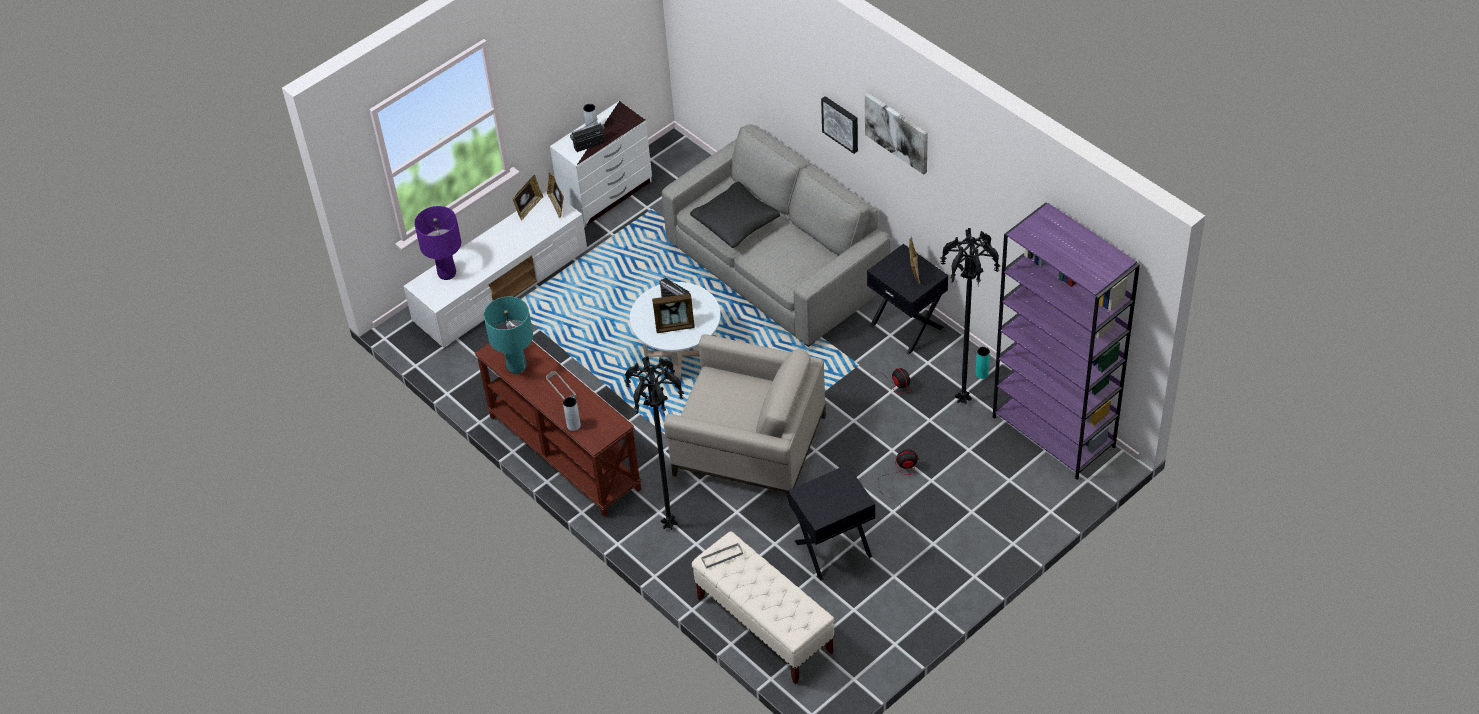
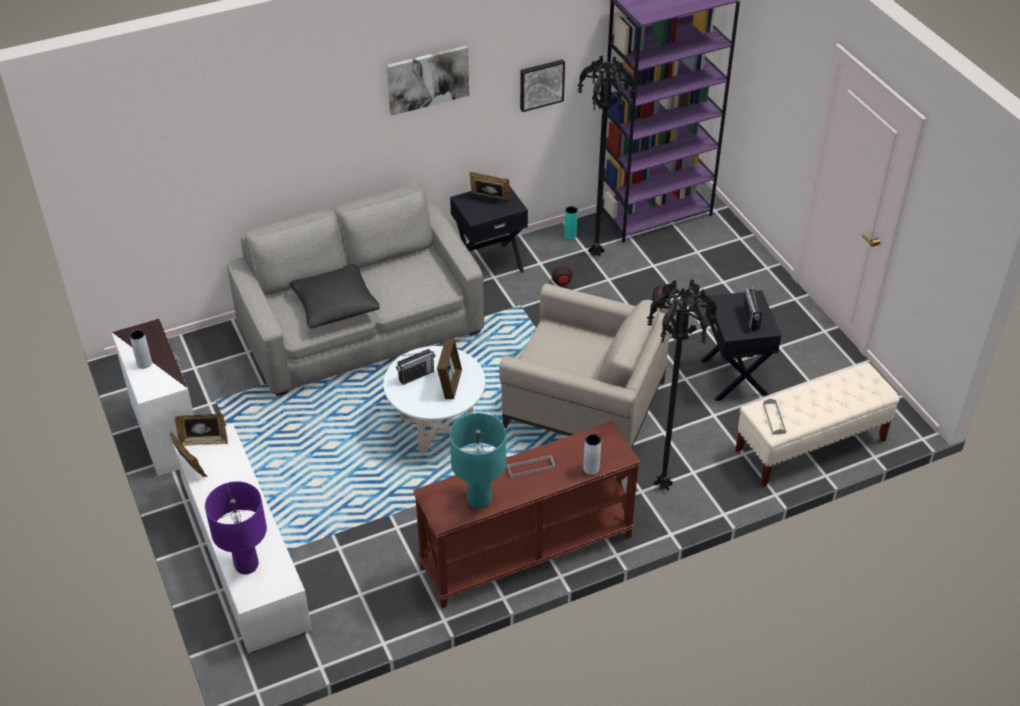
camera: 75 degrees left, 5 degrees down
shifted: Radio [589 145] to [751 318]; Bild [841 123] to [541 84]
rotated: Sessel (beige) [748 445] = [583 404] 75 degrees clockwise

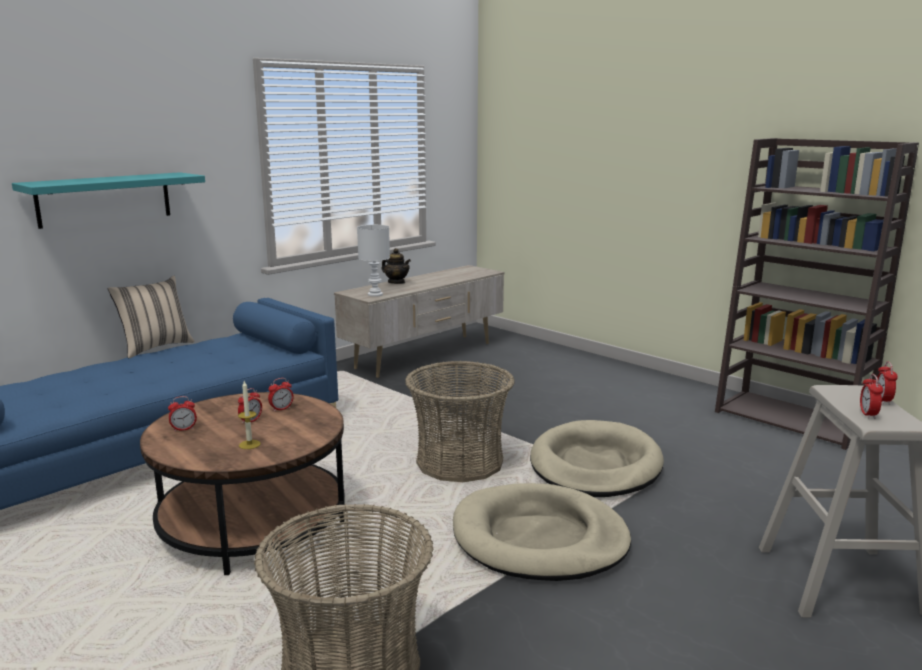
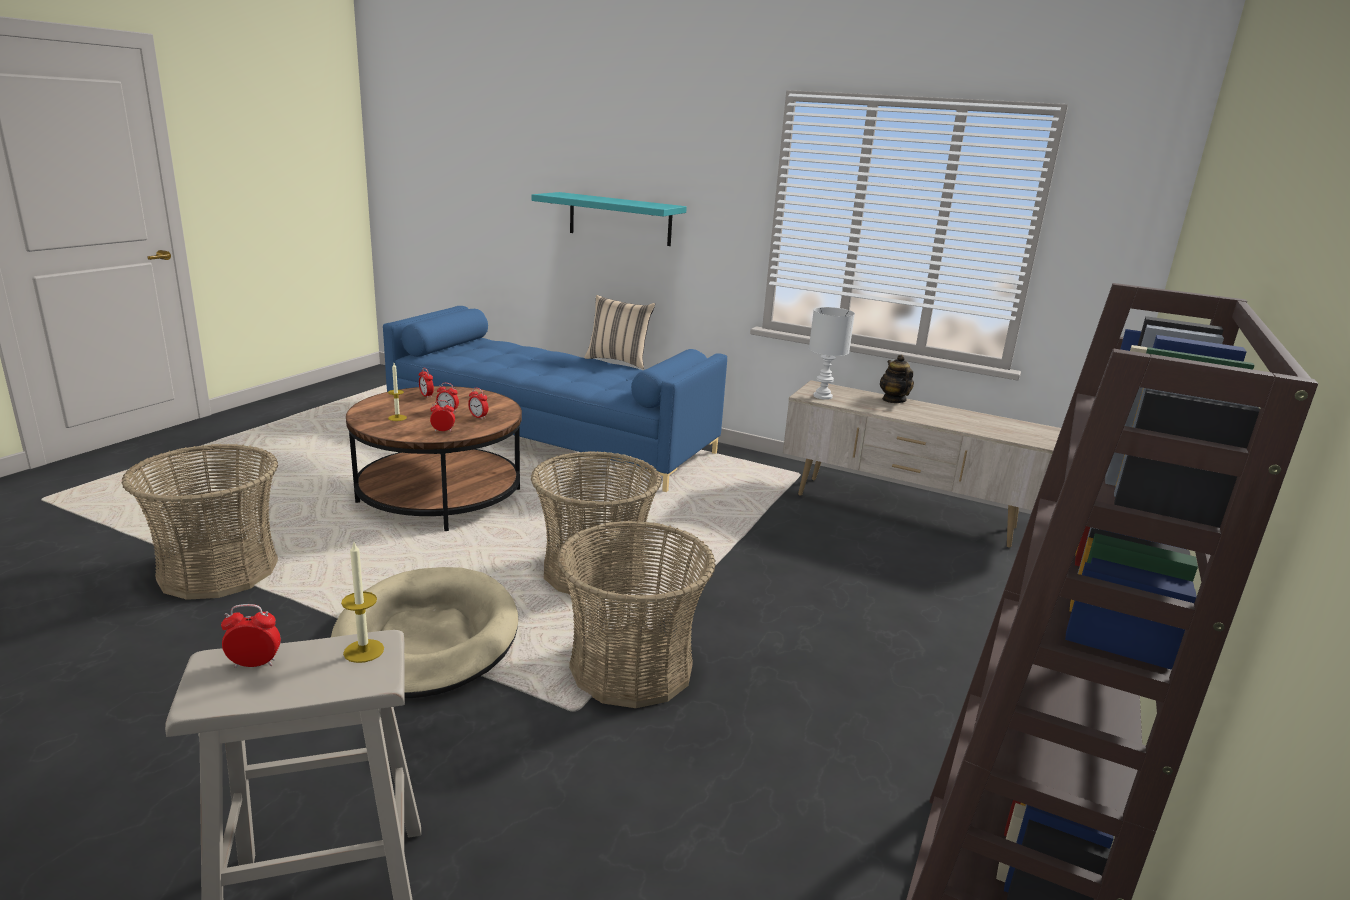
camera: 70 degrees right, 5 degrees up
new: Kerze [363 651]
shifted: Wecker [883 400] to [443 430]
swapped: Hundebett (beige) [595 465] to Korb [630 667]
rotated: Teekanne [396 282] = [893 400] 150 degrees clockwise

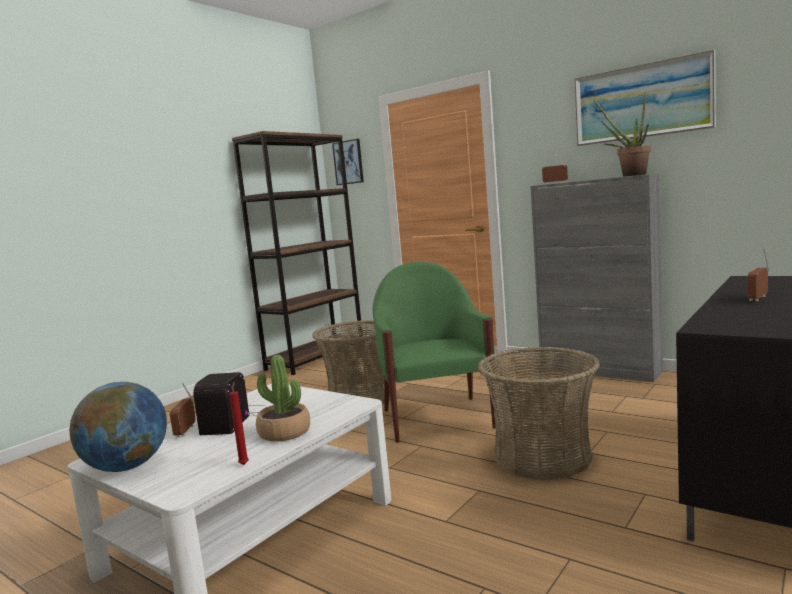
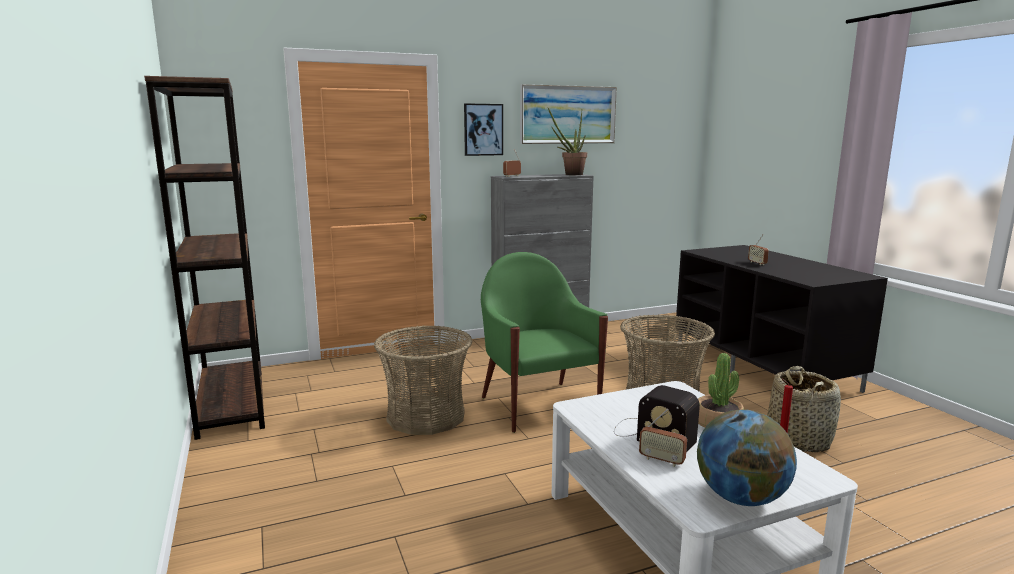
camera: 60 degrees left, 5 degrees up
new: Korb [798 439]
shifted: Bild [348 162] to [483 129]
rotated: Sessel (grün) [437 418] = [538 405] 45 degrees clockwise

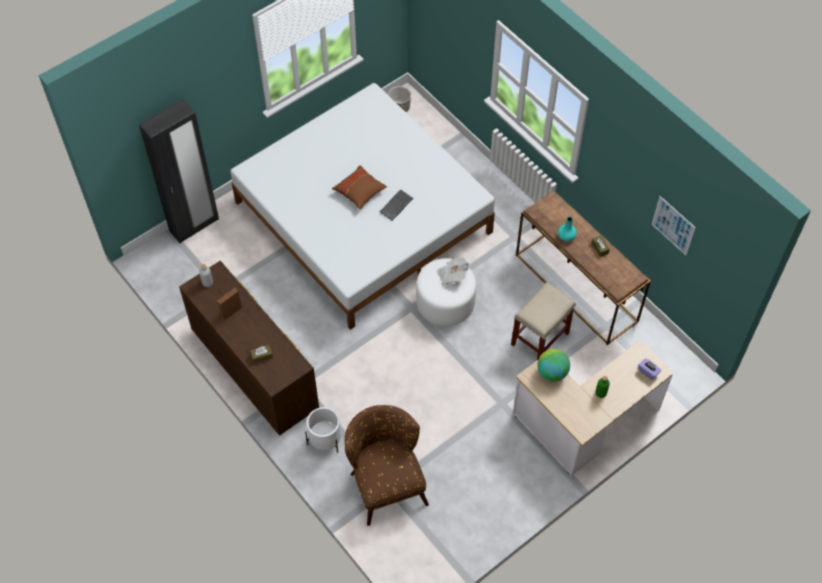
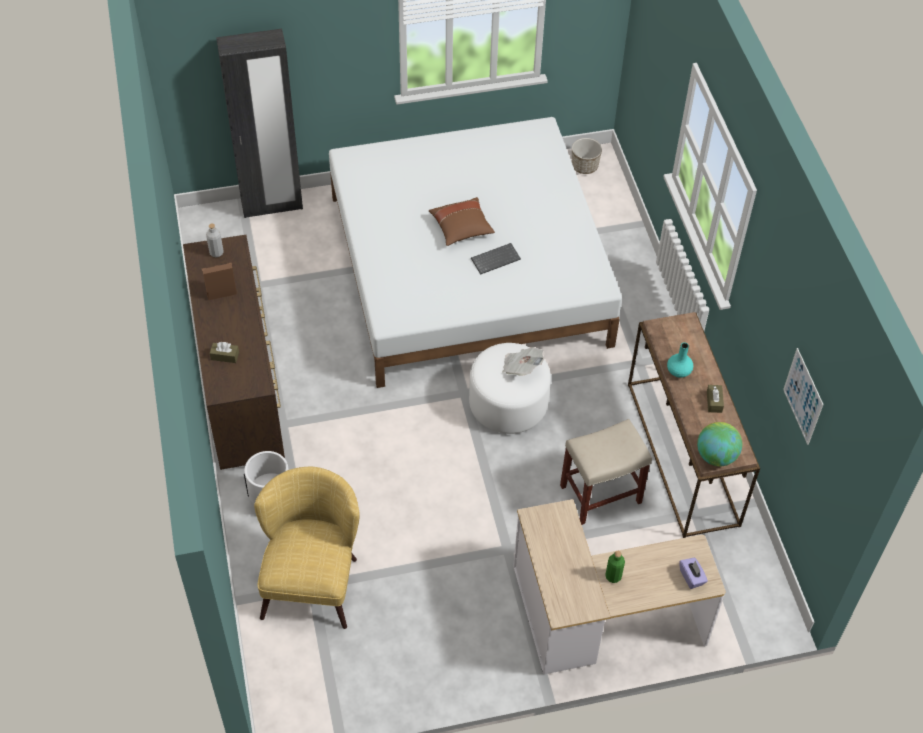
camera: 25 degrees right, 5 degrees down
shifted: Globus [552 372] to [716 456]
repainted: Sessel (braun) [386 481] to Sessel (gelb) [313 578]

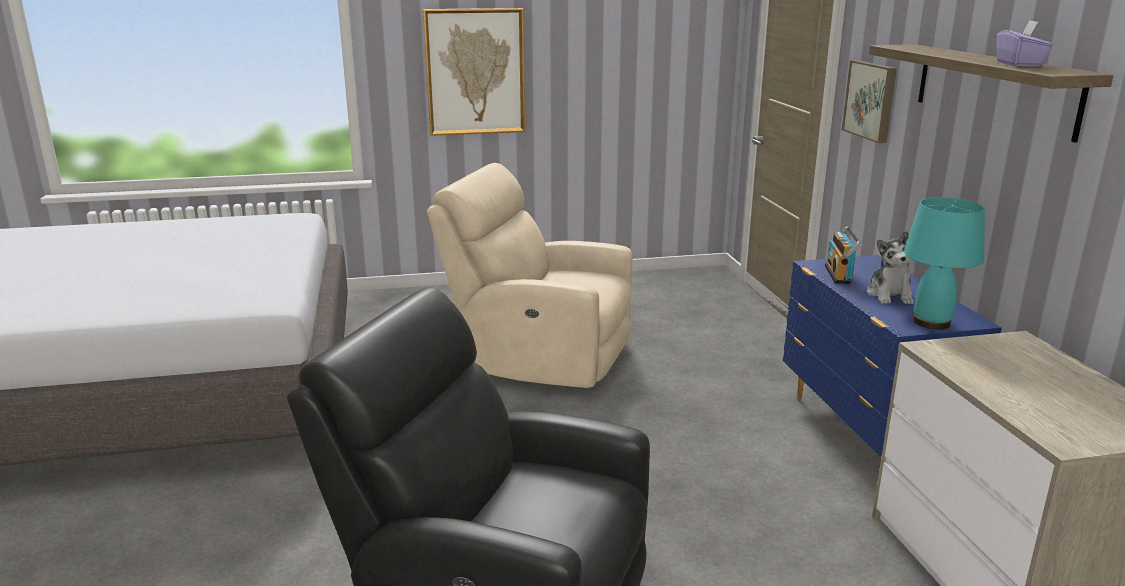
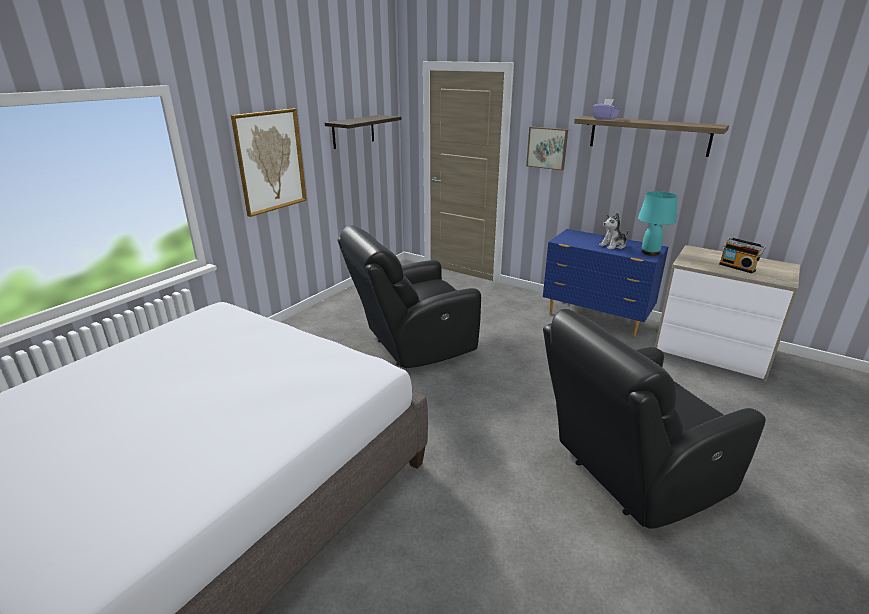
camera: 45 degrees left, 5 degrees up
new: Wandregal [353 131]
shifted: Radio [840 275] to [737 267]; Taschentuchbox (lila) [1019 64] to [605 118]
repainted: Sessel (beige) [540 357] to Sessel (schwarz) [412 346]
rotated: Plüschtier [889 295] = [613 245] 105 degrees clockwise

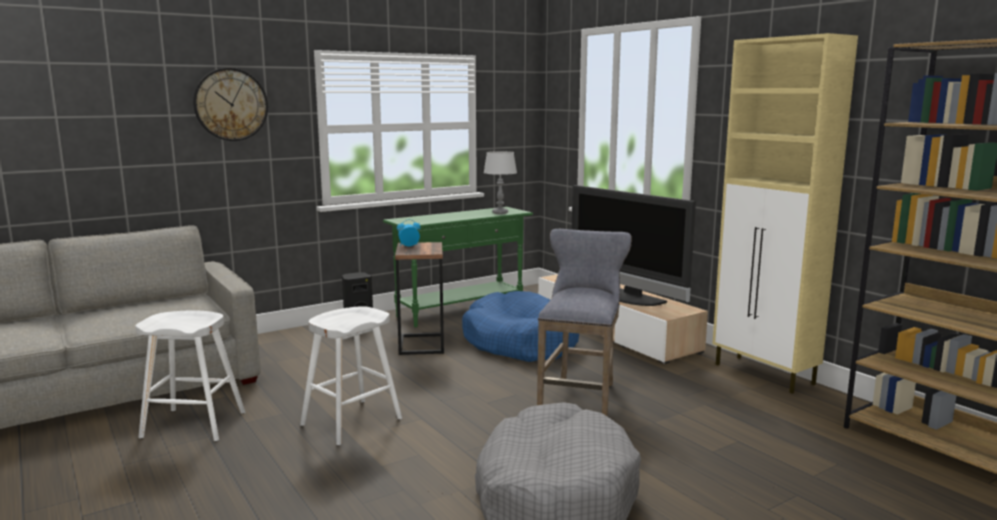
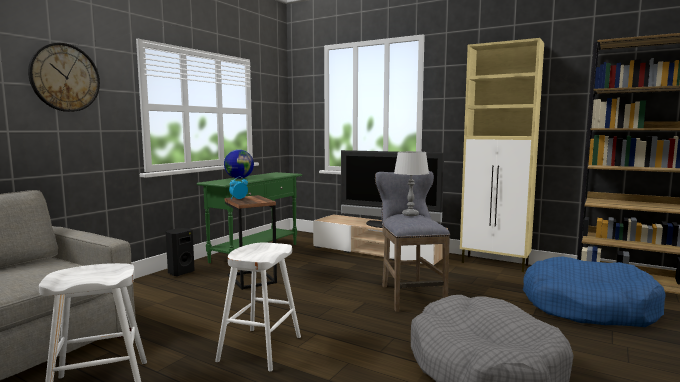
camera: 25 degrees left, 5 degrees down
new: Globus [239 178]
shifted: Hundebett (blau) [521 342] to [587 307]; Tischlampe (grau) [500 213] to [410 214]

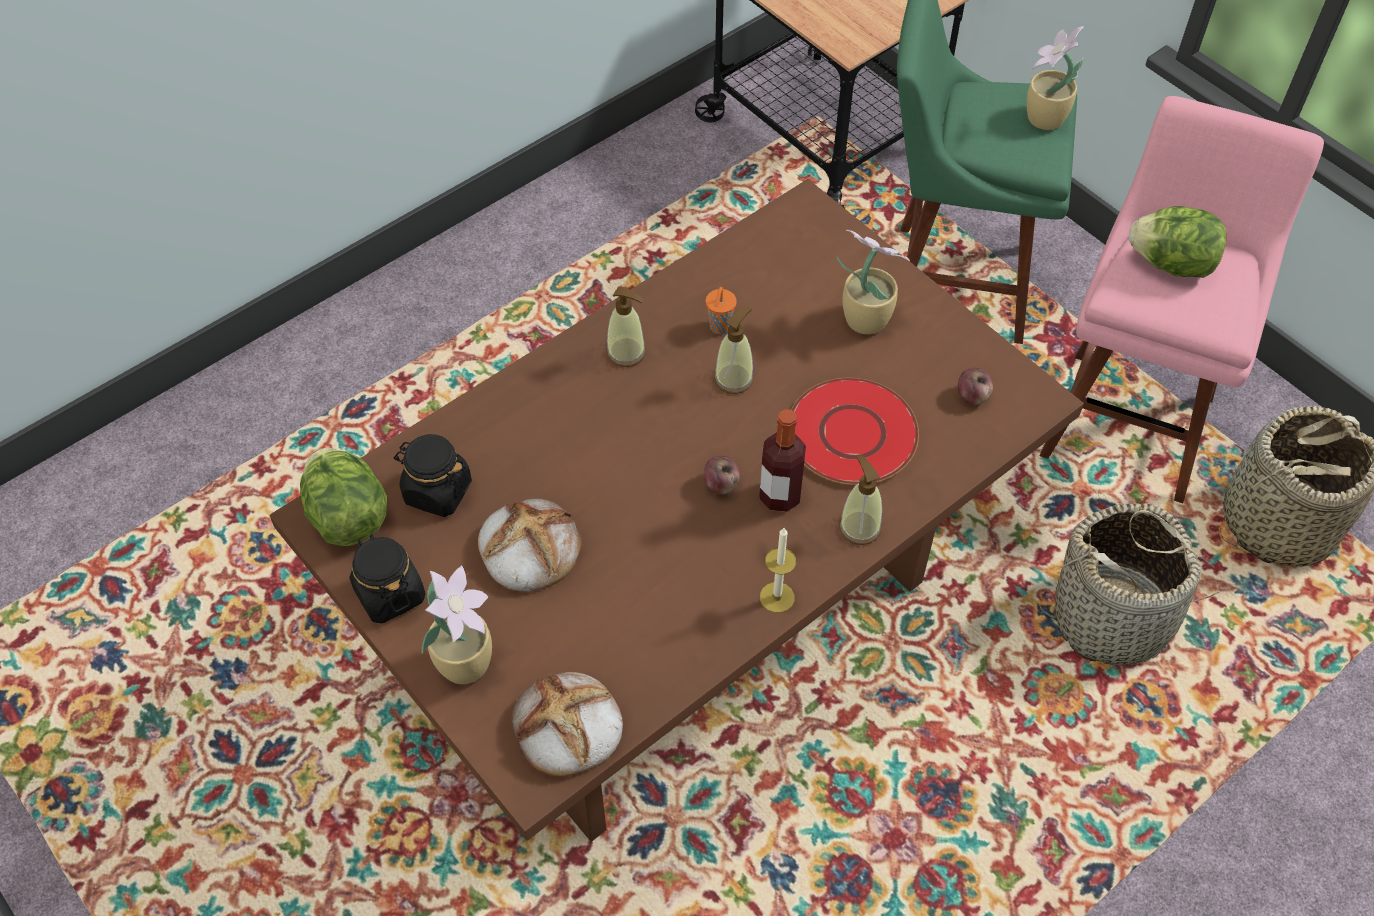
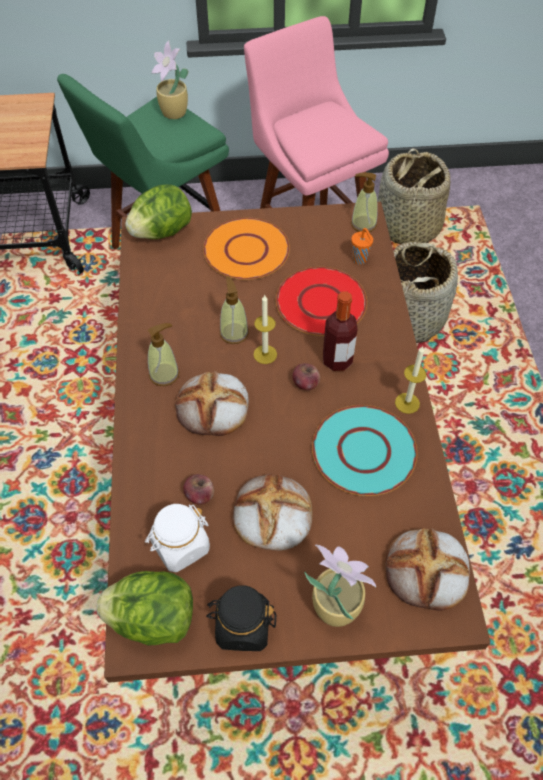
camera: 55 degrees left, 0 degrees up
new: Brot [213 407]; Kerze [265 354]; Teller (türkis) [364 451]
shifted: Tasse (orange) [719 328] to [360 260]; Seifenspender [859 527] to [363 224]; Apfel [972 396] to [200 495]; Salatkopf [1171 264] to [162 231]
swapped: Topfpflanze [864 318] to Teller (orange) [246 251]
repainted: Vorratsglas (schwarz) [437 491] to Vorratsglas (weiß) [180 546]

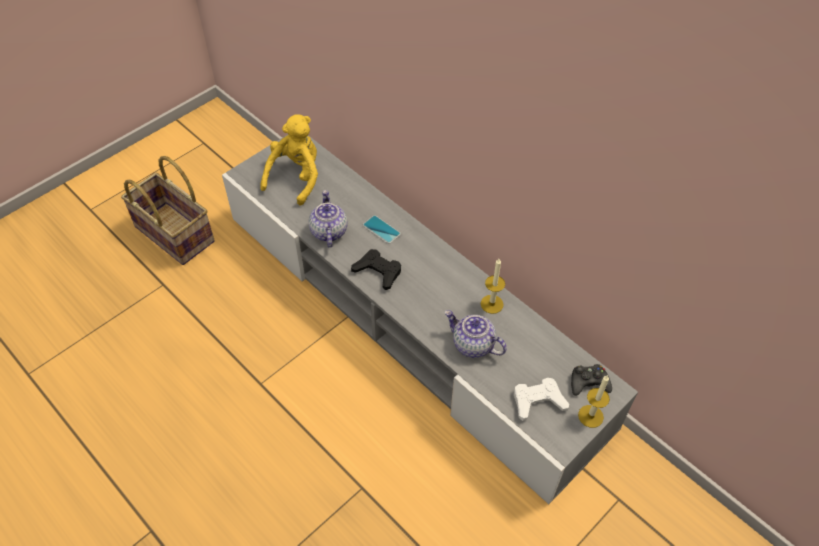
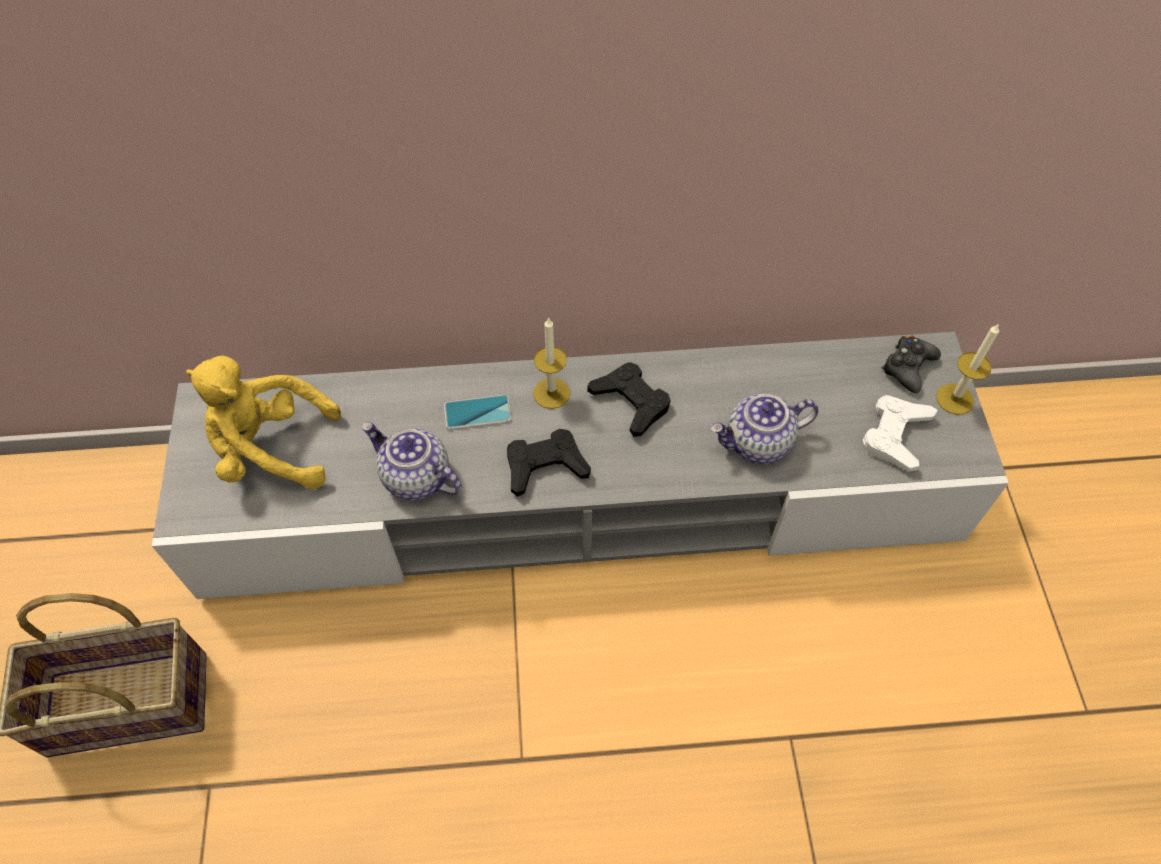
camera: 50 degrees left, 5 degrees up
new: Gamepad (schwarz) [631 402]
shifted: Kerze [492 304] to [551 393]
rotated: Plüschtier (gelb) [296 177] = [271 449] 60 degrees counterclockwise

